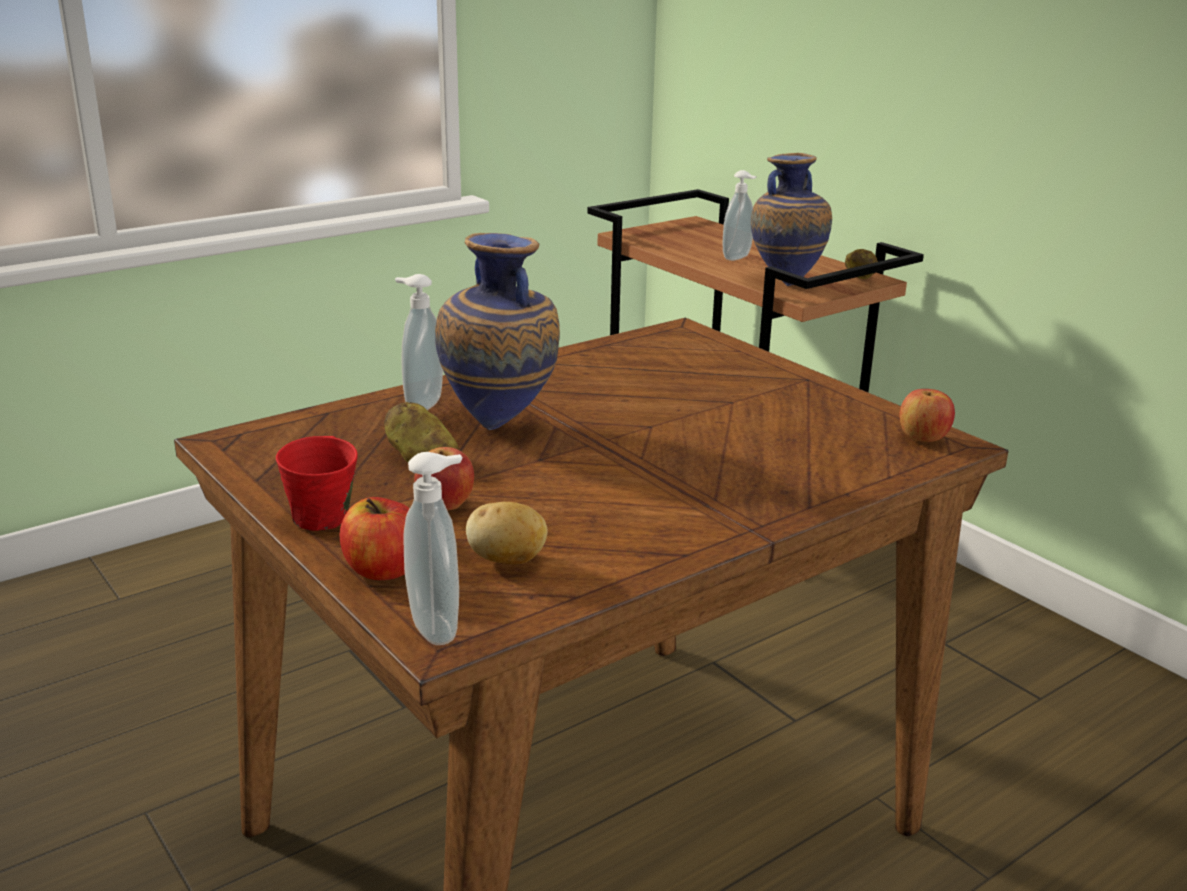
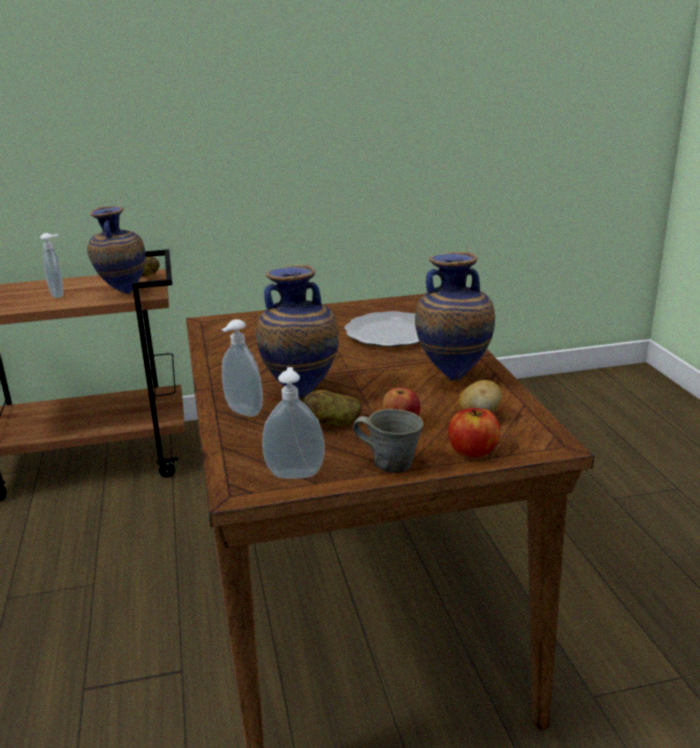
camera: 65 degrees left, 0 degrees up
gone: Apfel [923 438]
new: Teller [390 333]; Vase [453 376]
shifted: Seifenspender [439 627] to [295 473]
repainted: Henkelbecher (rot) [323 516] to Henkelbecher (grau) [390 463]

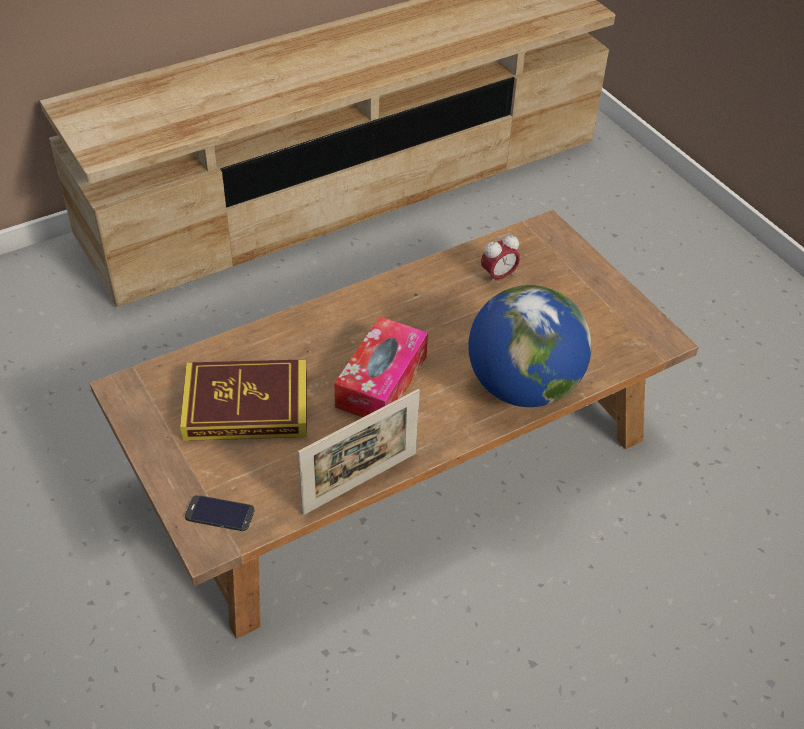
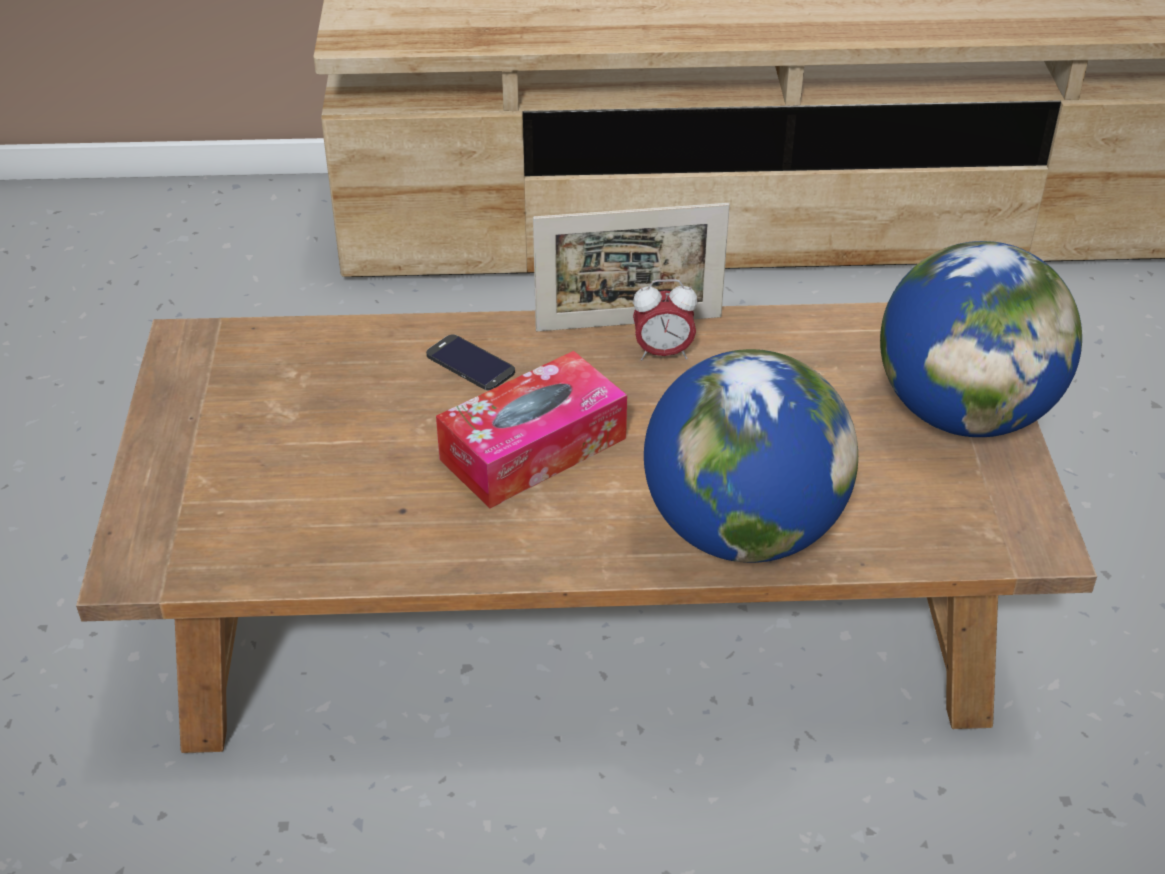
camera: 30 degrees right, 5 degrees down
gone: Buch [246 406]
new: Globus [963 413]
shifted: Handy [219 513] to [470 363]; Bilderrahmen [360 483] to [629 323]; Wecker [498 276] to [663 353]

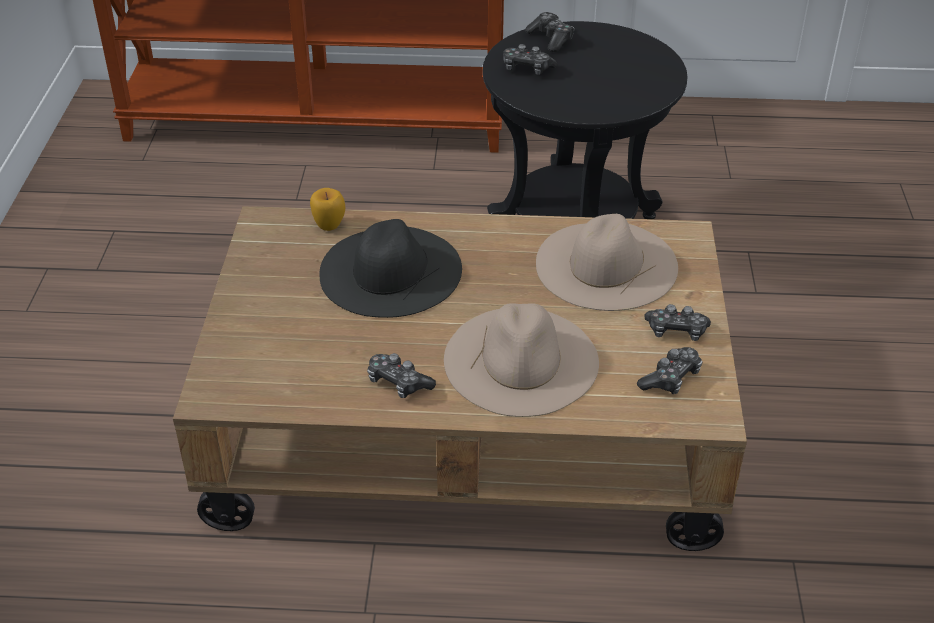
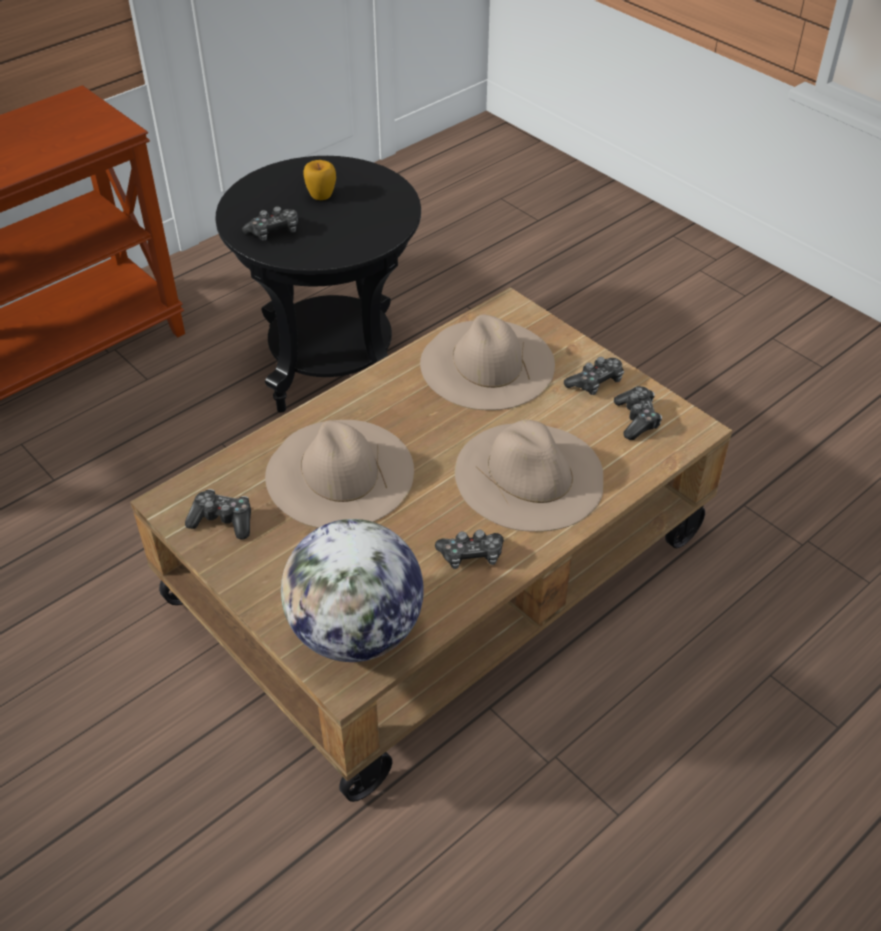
camera: 45 degrees left, 5 degrees up
new: Globus [356 632]
shifted: Apfel [329 225] to [321 196]; Gamepad [550 39] to [223 521]
repainted: Hut (schwarz) [390 271] to Hut (beige) [339 472]

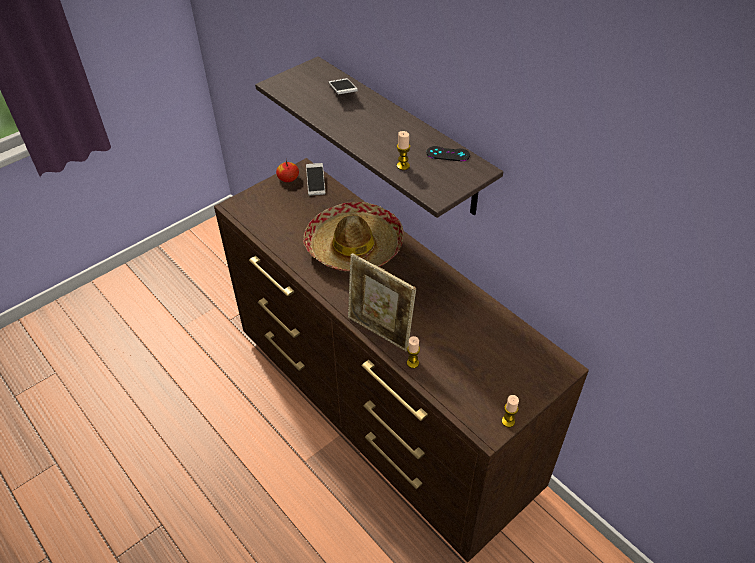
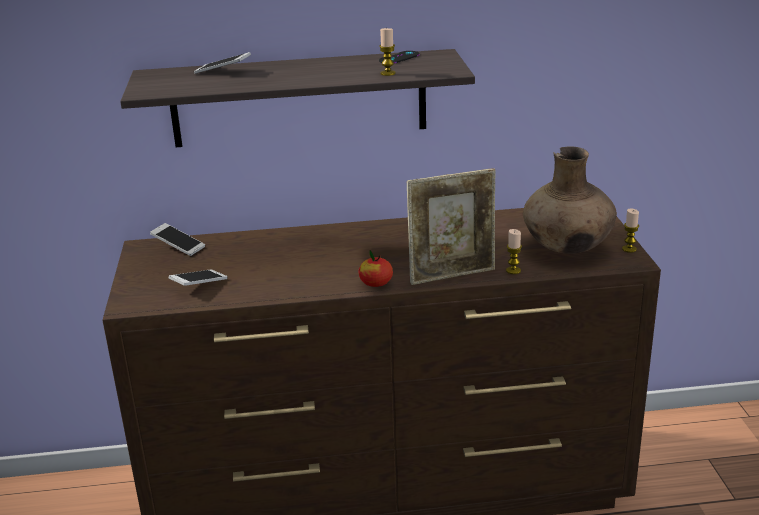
camera: 55 degrees left, 20 degrees down
gone: Hut [354 246]
new: Handy [199 285]; Vase (braun) [567 248]
shifted: Apfel [288 178] to [376 283]

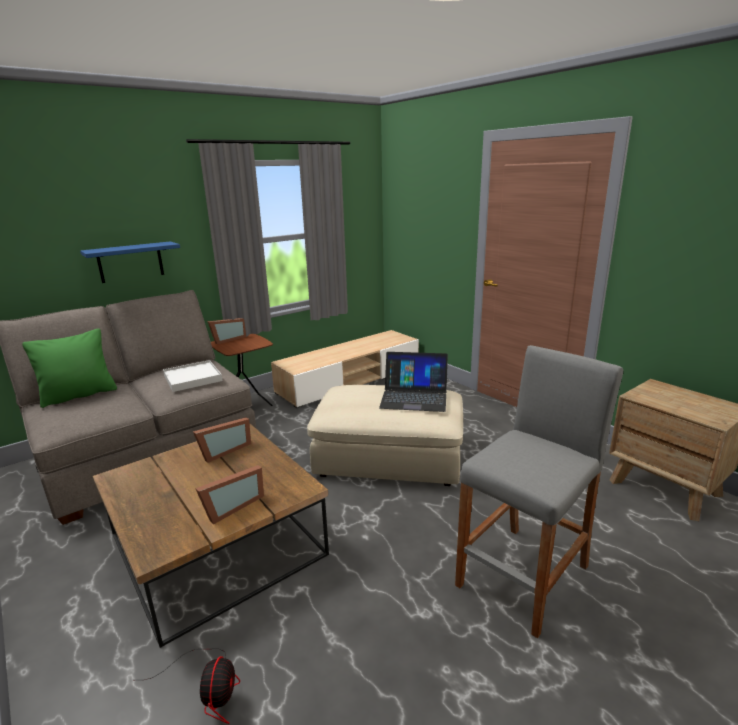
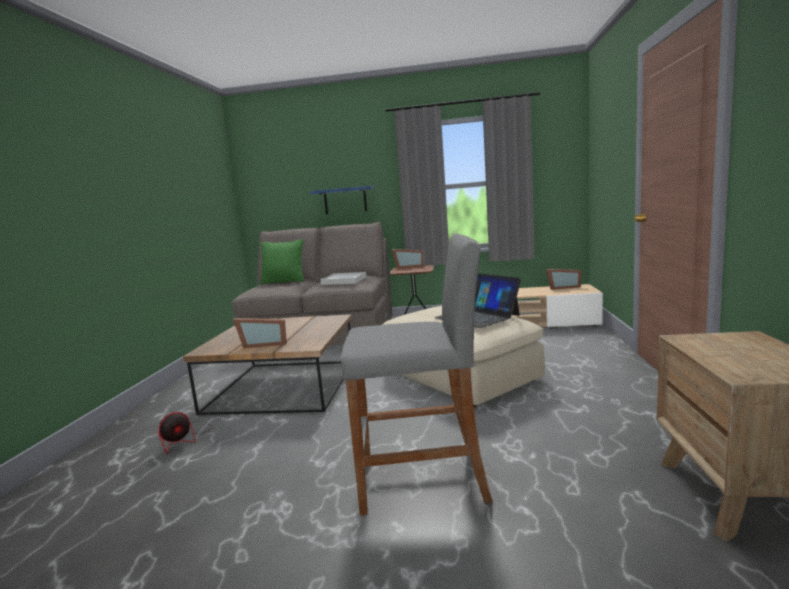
camera: 45 degrees right, 10 degrees down
shifted: Bilderrahmen [223 451] to [562 287]

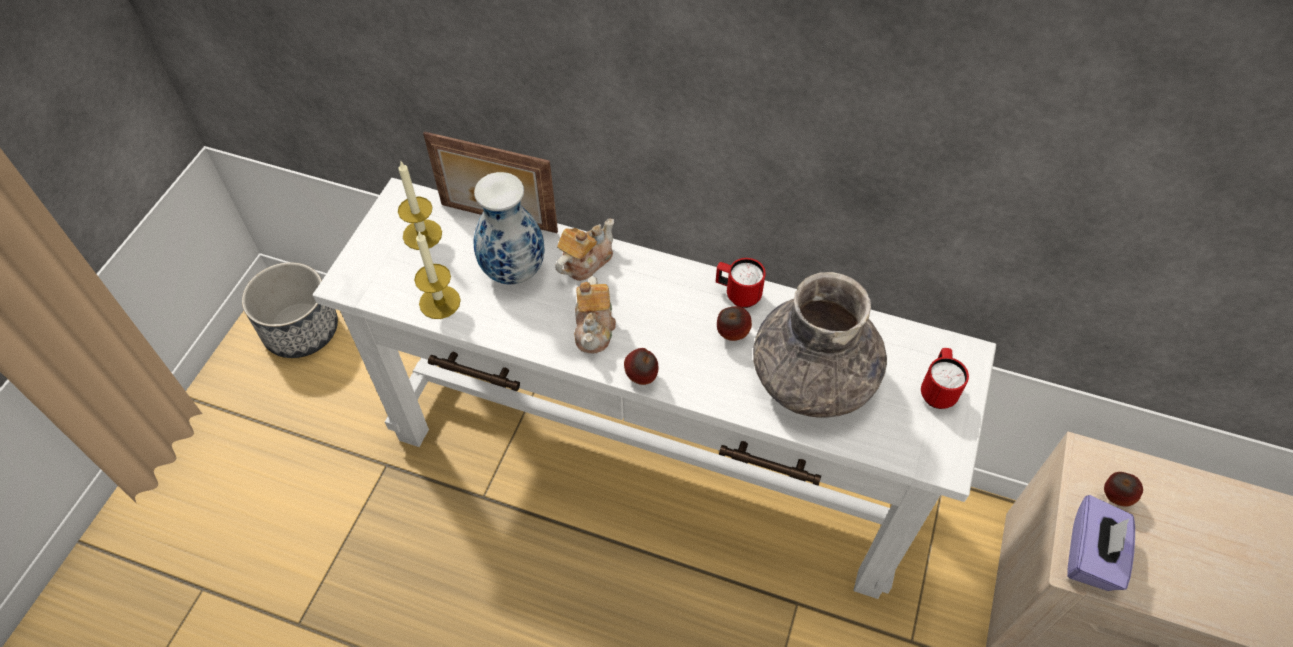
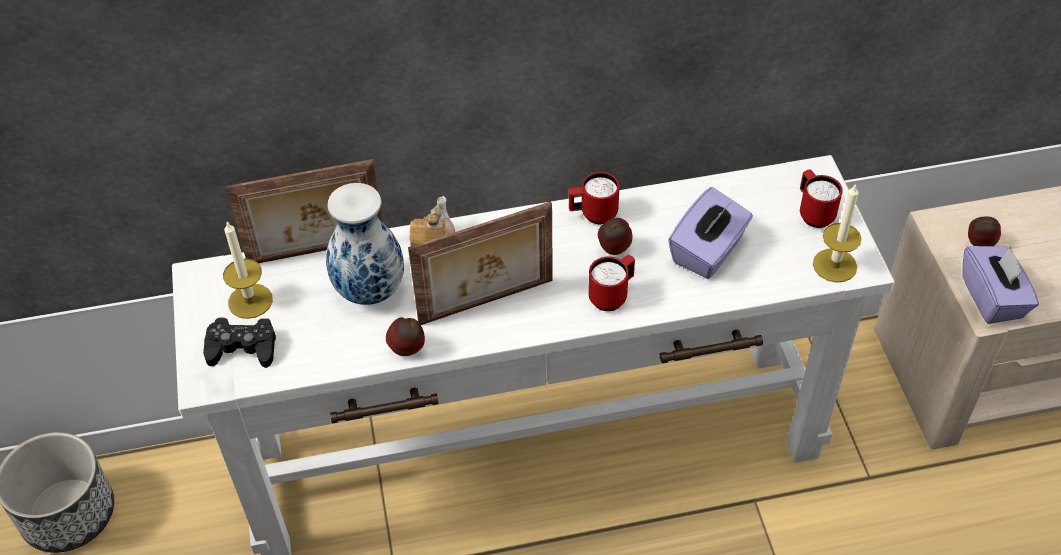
camera: 30 degrees left, 5 degrees down
new: Gamepad (schwarz) [242 348]; Henkelbecher (rot) [612 296]
shifted: Kerze [439 302] to [834 265]; Apfel [642 378] to [408 350]
swapped: Teekanne [594 328] to Bilderrahmen [487 303]; Vase (grau) [813 377] to Taschentuchbox (lila) [708 251]

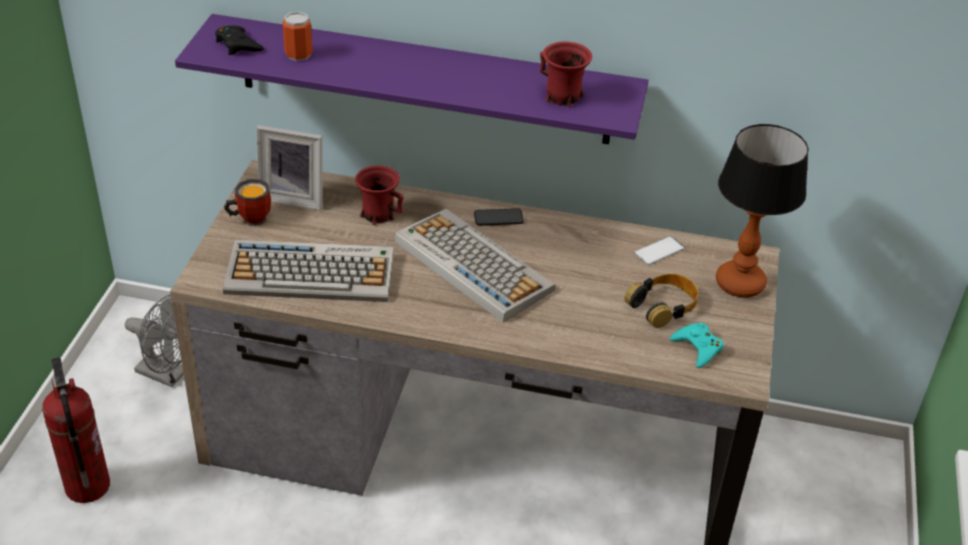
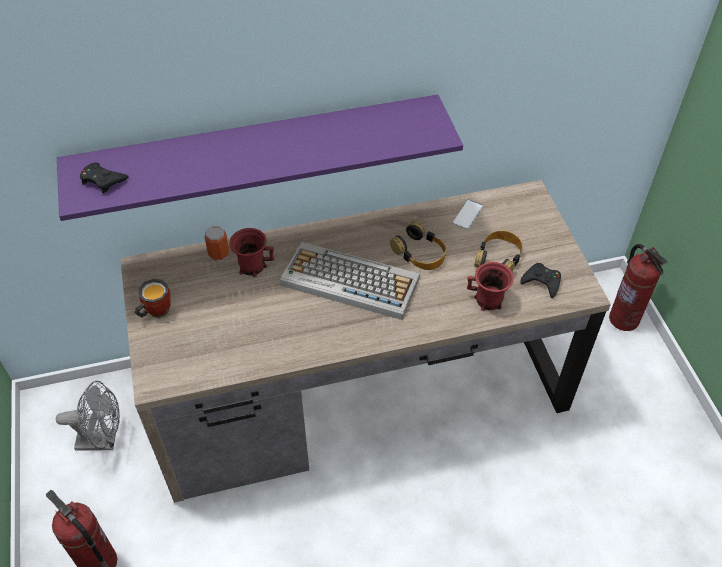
camera: 25 degrees left, 10 degrees up
gone: Tastatur [312 273]; Bilderrahmen [294 196]; Handy [498 218]; Tischlampe [741 283]
new: Kopfhörer [420 253]; Feuerlöscher [624 319]
shifted: Dose [298 54] to [219 253]; Henkelbecher (rot) [562 97] to [489 300]
repainted: Gamepad (türkis) [698 348] to Gamepad (schwarz) [542 282]

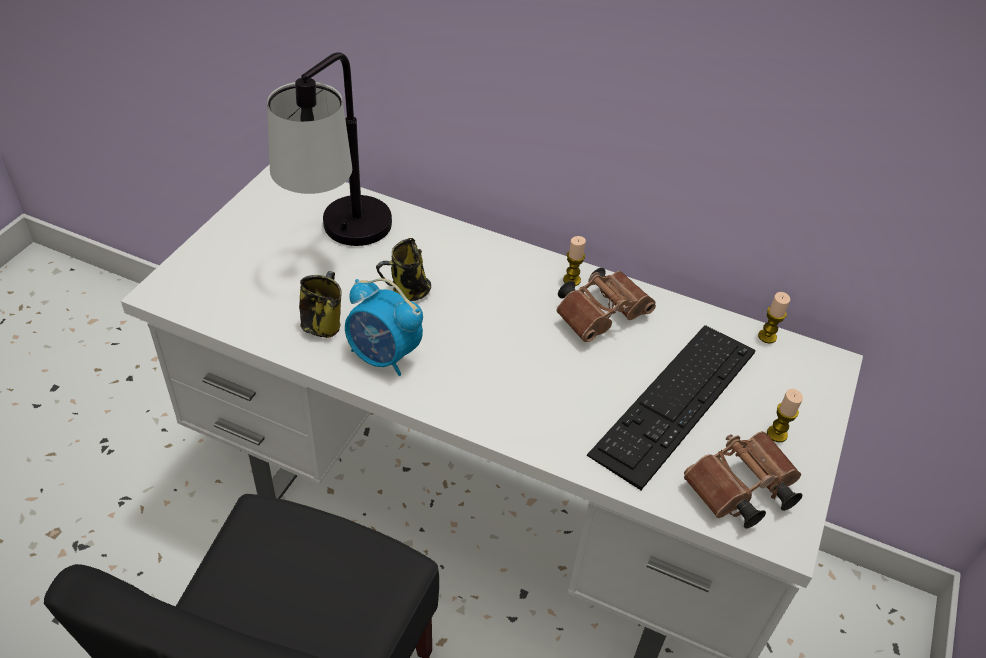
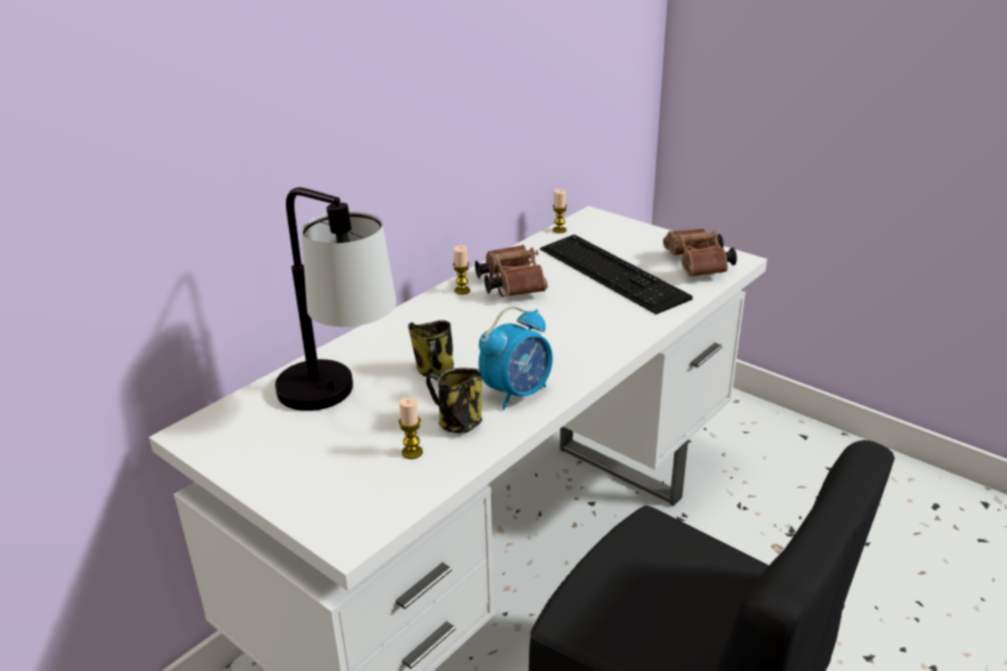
camera: 70 degrees left, 15 degrees down
shifted: Kerze [777 434] to [412 452]

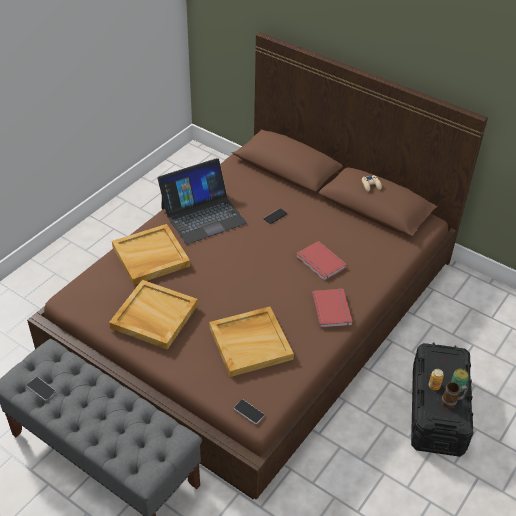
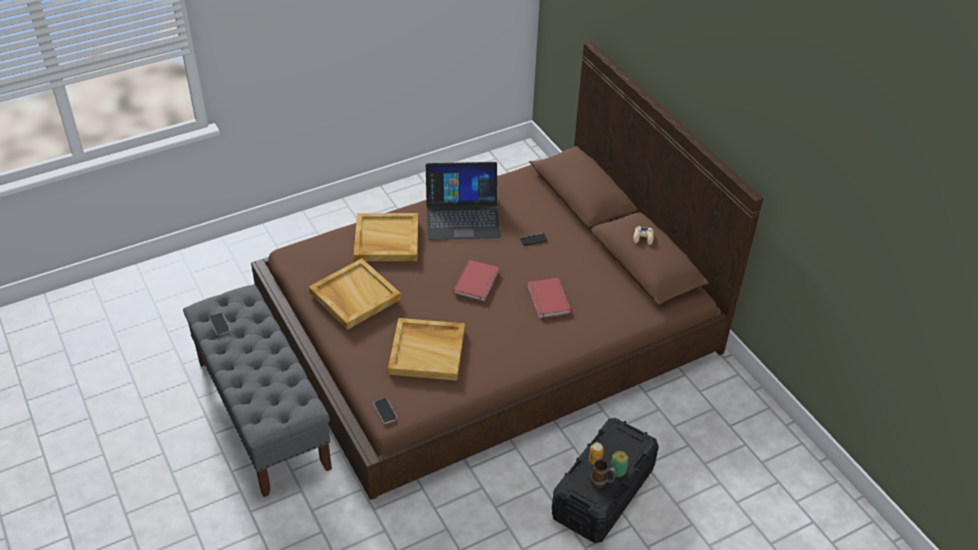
camera: 25 degrees right, 0 degrees up
shifted: Buch (rot) [333 309] to [478 282]

